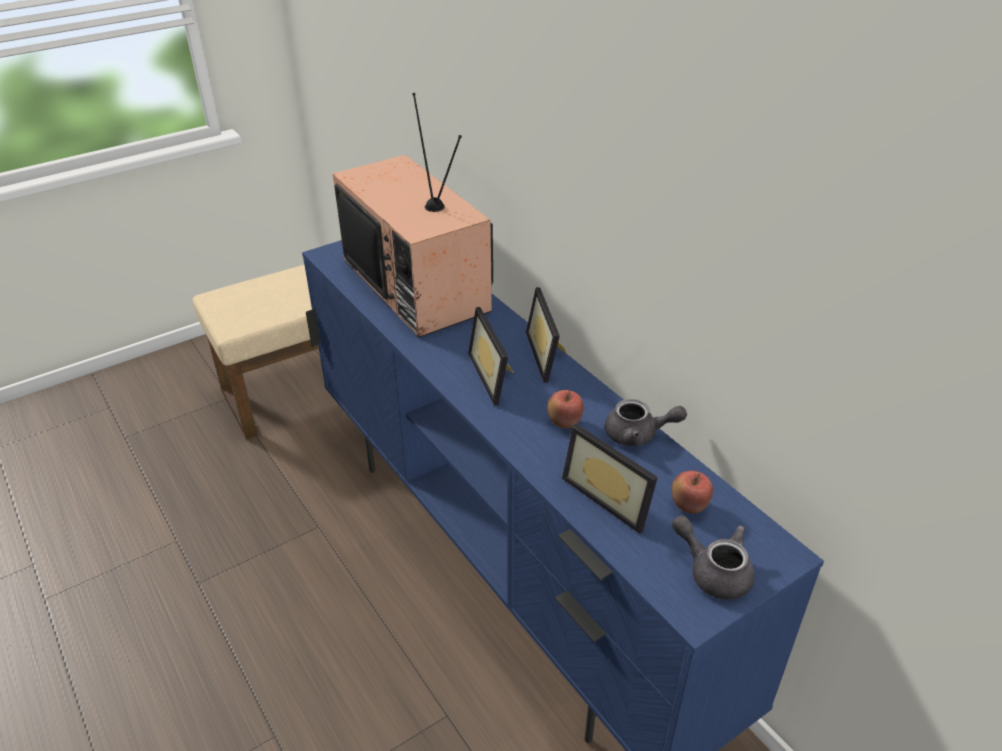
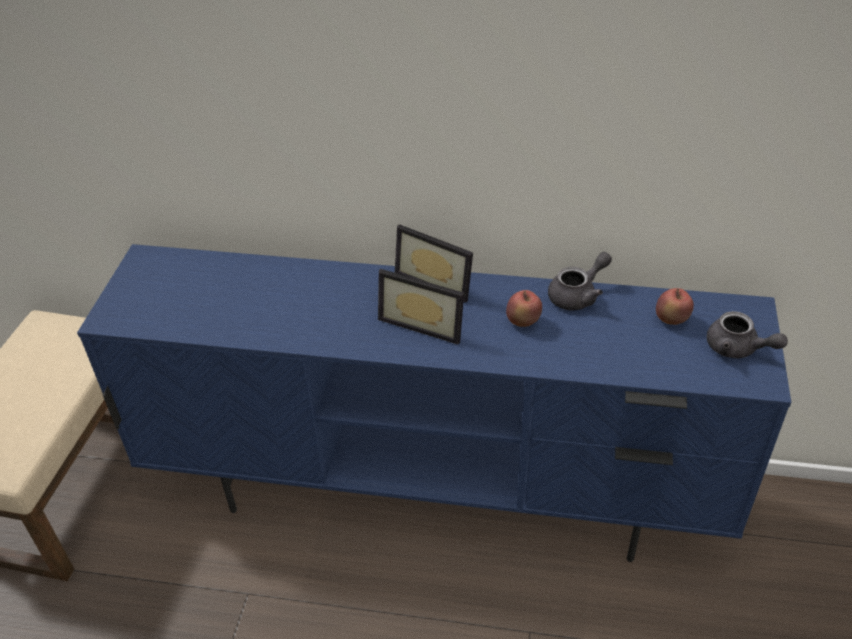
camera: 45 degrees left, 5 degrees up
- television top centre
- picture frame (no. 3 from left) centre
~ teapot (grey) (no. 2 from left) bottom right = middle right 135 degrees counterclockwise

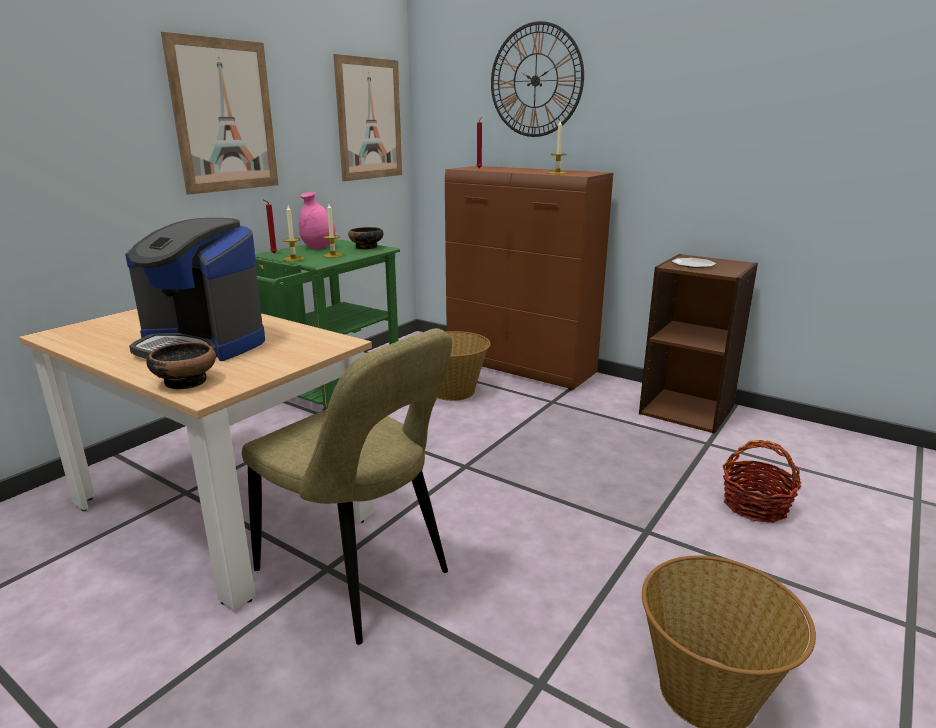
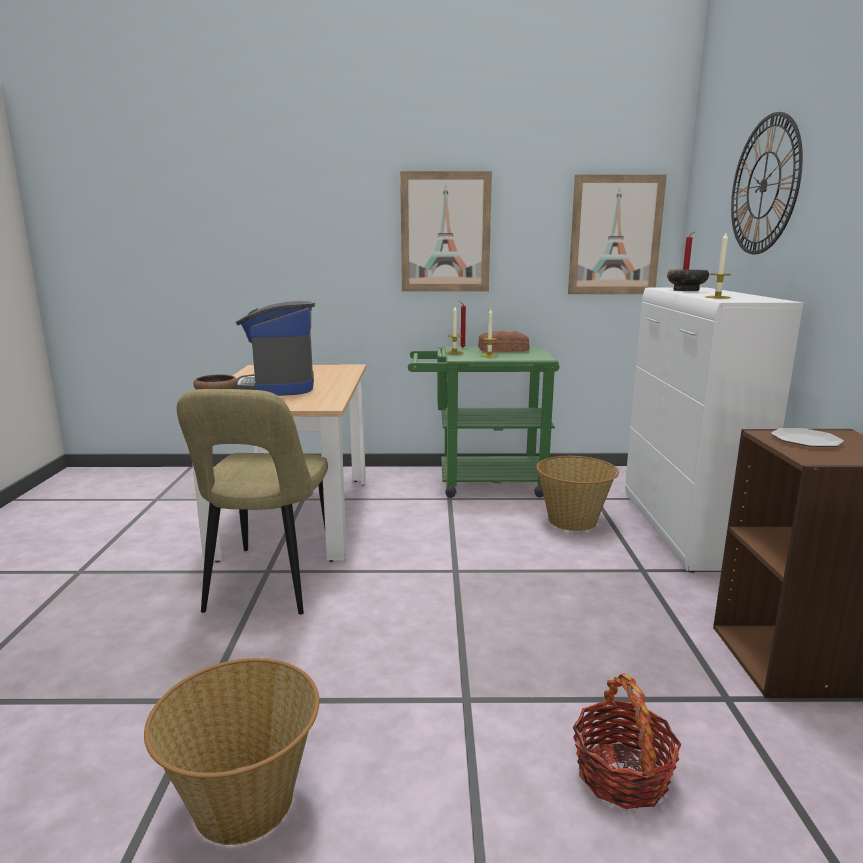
camera: 55 degrees right, 5 degrees down
~ bowl (no. 2 from left) top centre to top right
~ vase (pink) top centre to bread centre
~ cabinet (brown) centre to cabinet (white) middle right

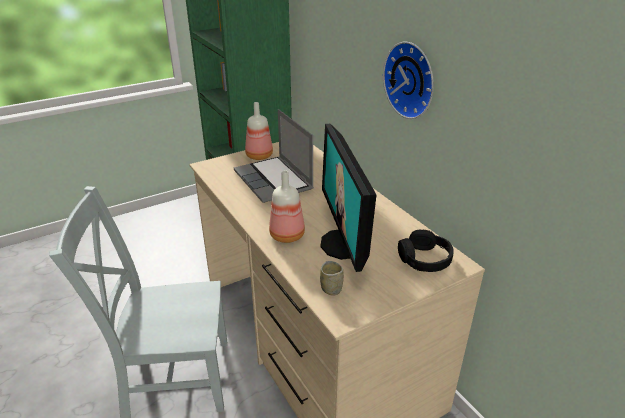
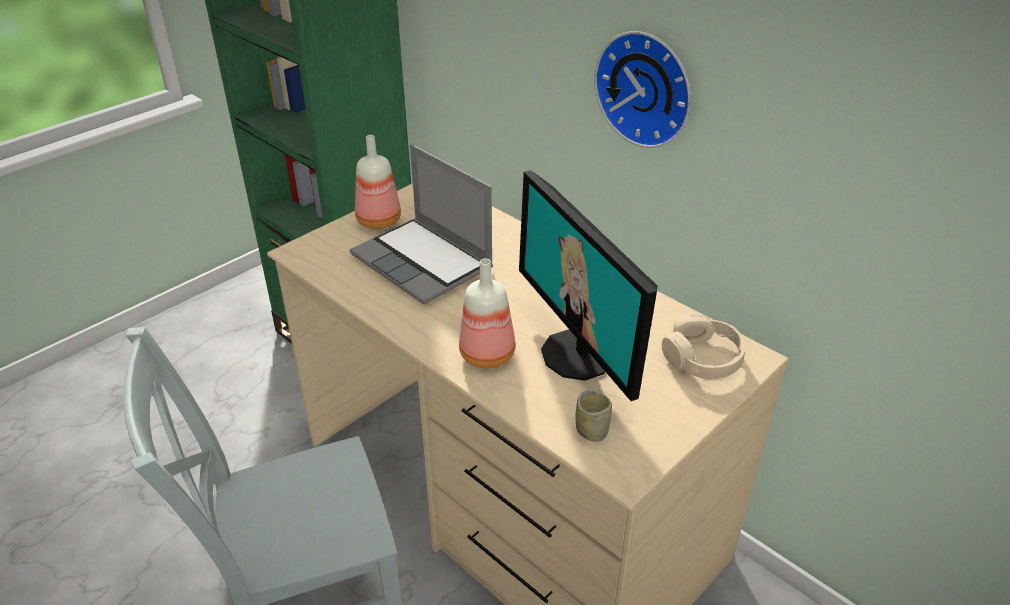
camera: 15 degrees left, 5 degrees up
~ headphones (black) middle right to headphones (beige) middle right

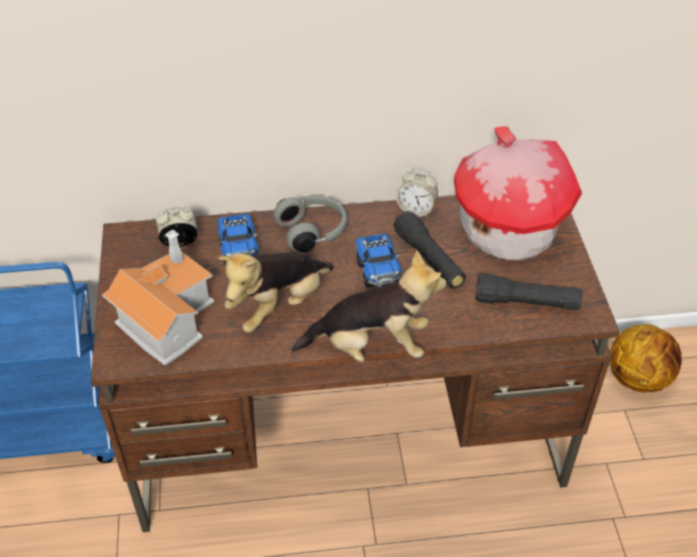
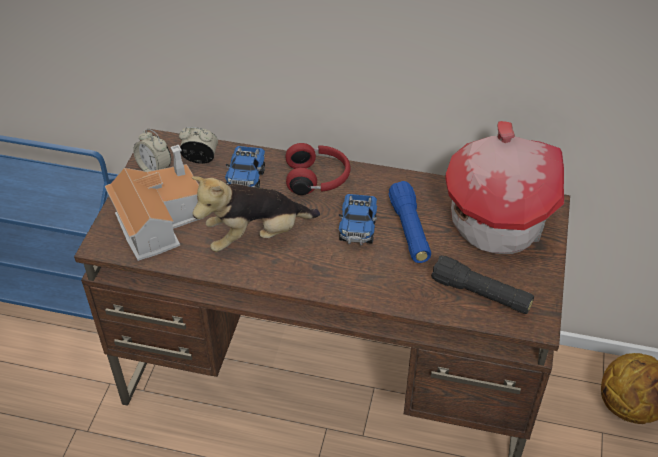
camera: 20 degrees right, 0 degrees up
- plush toy (no. 2 from left) centre
~ alarm clock (no. 2 from left in the first image) centre to alarm clock (no. 1 from left) top left
~ headphones (grey) centre to headphones (red) centre
~ flashlight (black) (no. 1 from left) centre to flashlight (blue) centre

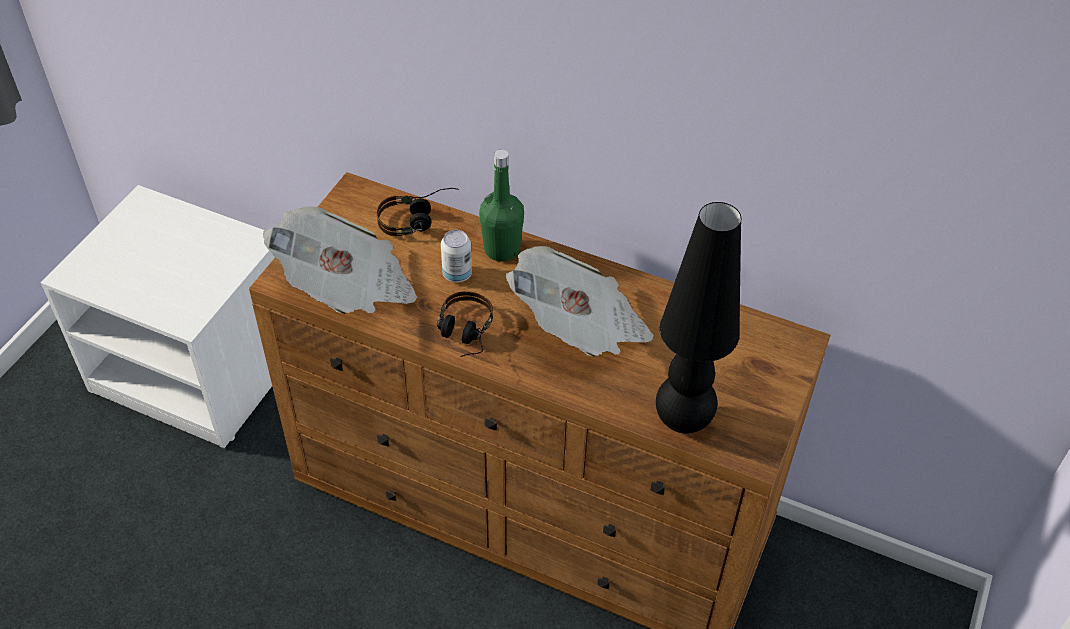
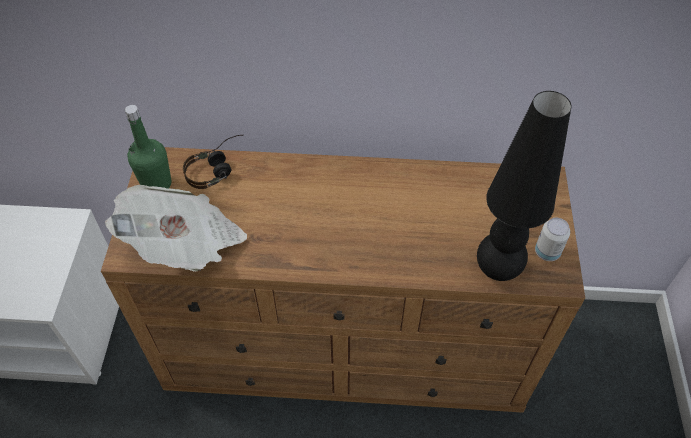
camera: 20 degrees left, 5 degrees up
- headphones (no. 2 from left) centre
- newspaper (no. 2 from left) centre
~ can centre to middle right
~ bottle (green) top centre to middle left

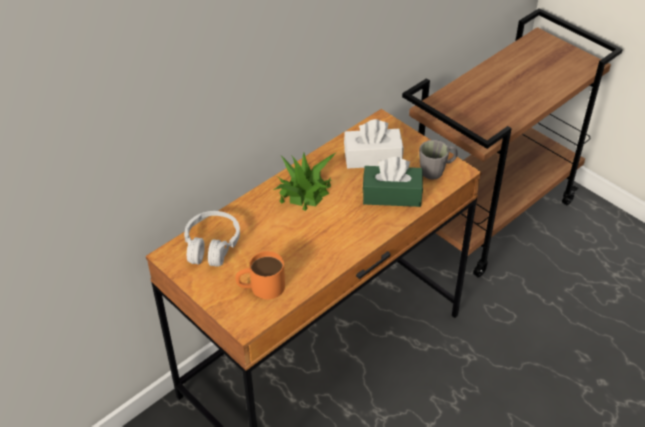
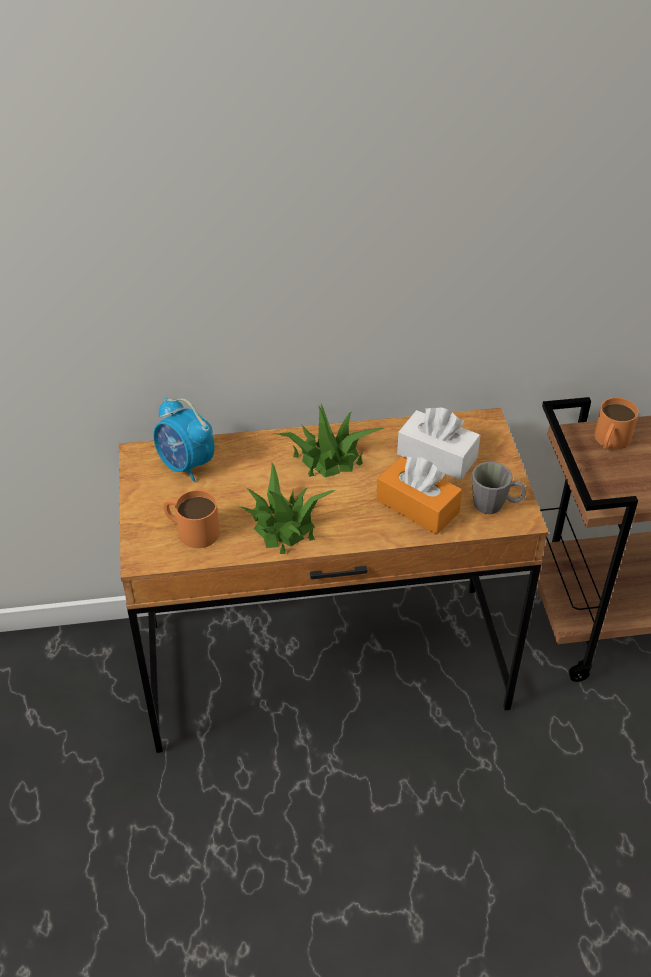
camera: 35 degrees right, 0 degrees up
+ potted plant (no. 1 from left) centre
+ mug (orange) (no. 2 from left) middle right
~ headphones (white) middle left to alarm clock middle left
~ tissue box (green) centre to tissue box (orange) centre

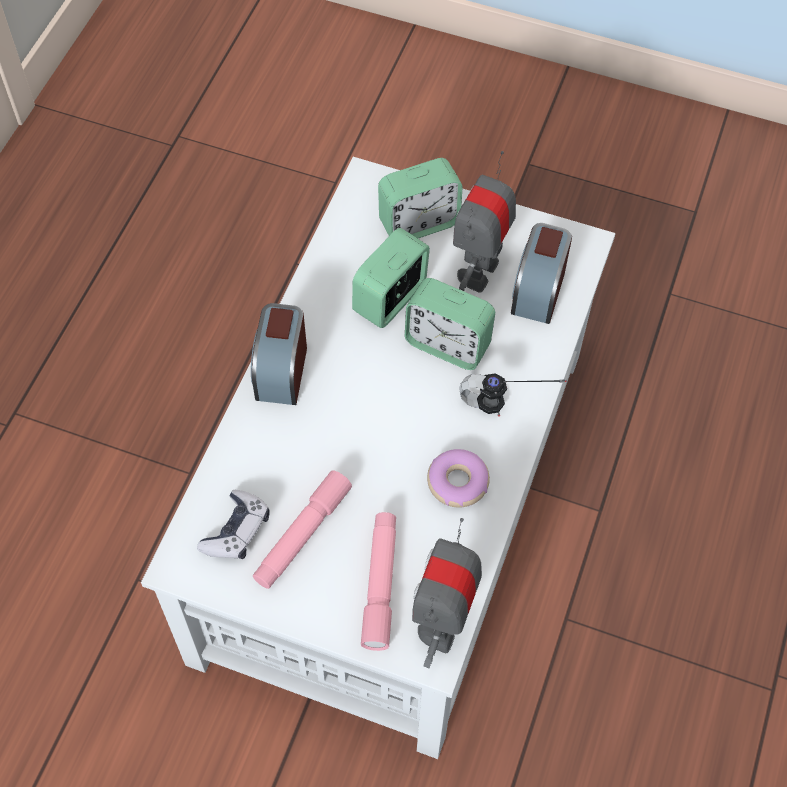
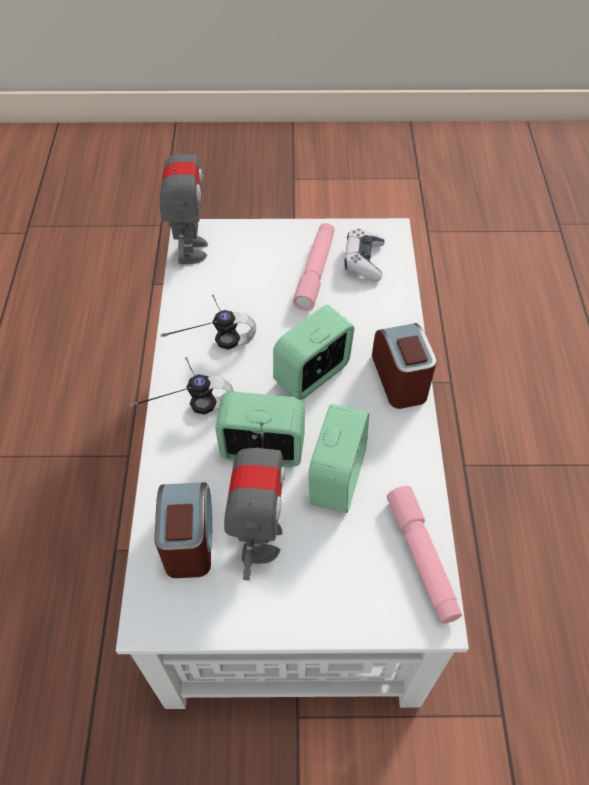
camera: 160 degrees right, 5 degrees down
~ flashlight (pink) (no. 2 from left) bottom centre to bottom right
~ alarm clock (no. 3 from left) top centre to centre
~ donut centre to headphones (no. 2 from left) centre

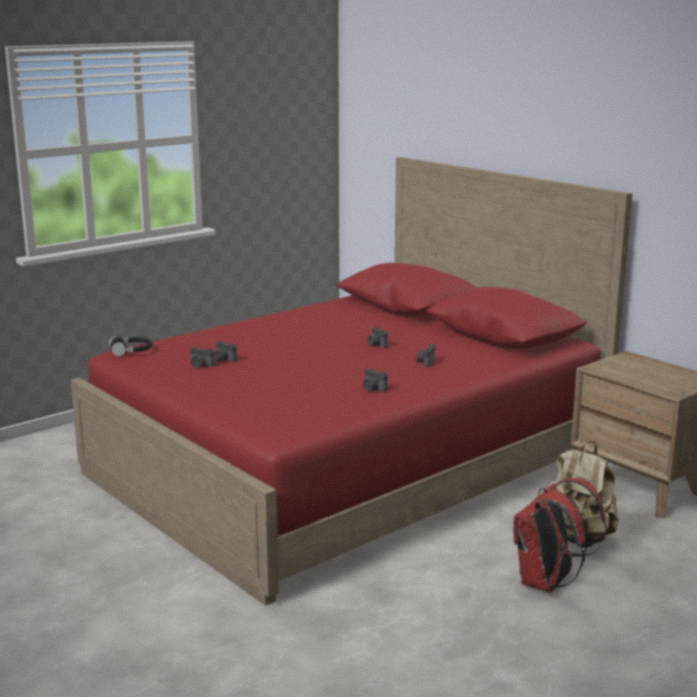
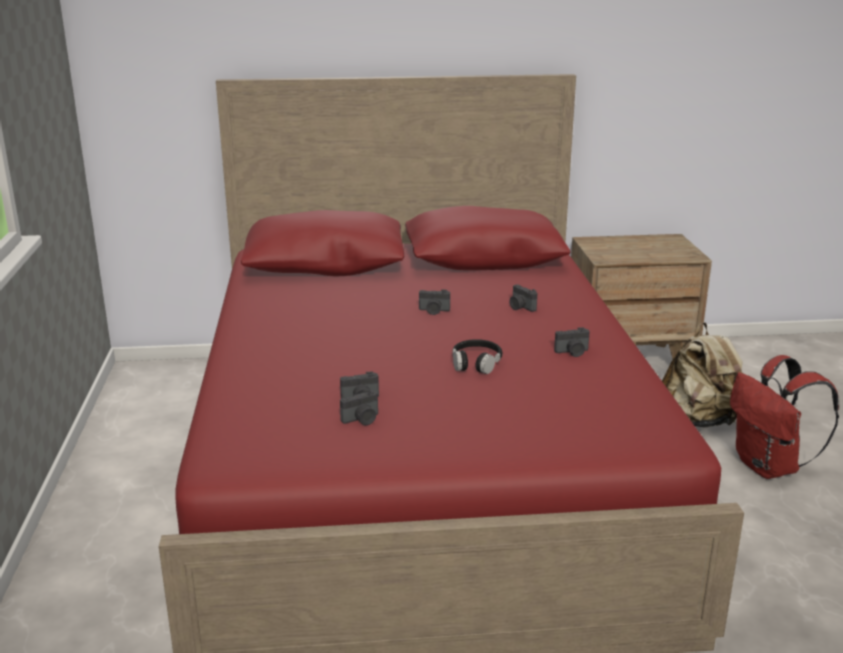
camera: 55 degrees left, 5 degrees up
~ headphones (black) middle left to centre

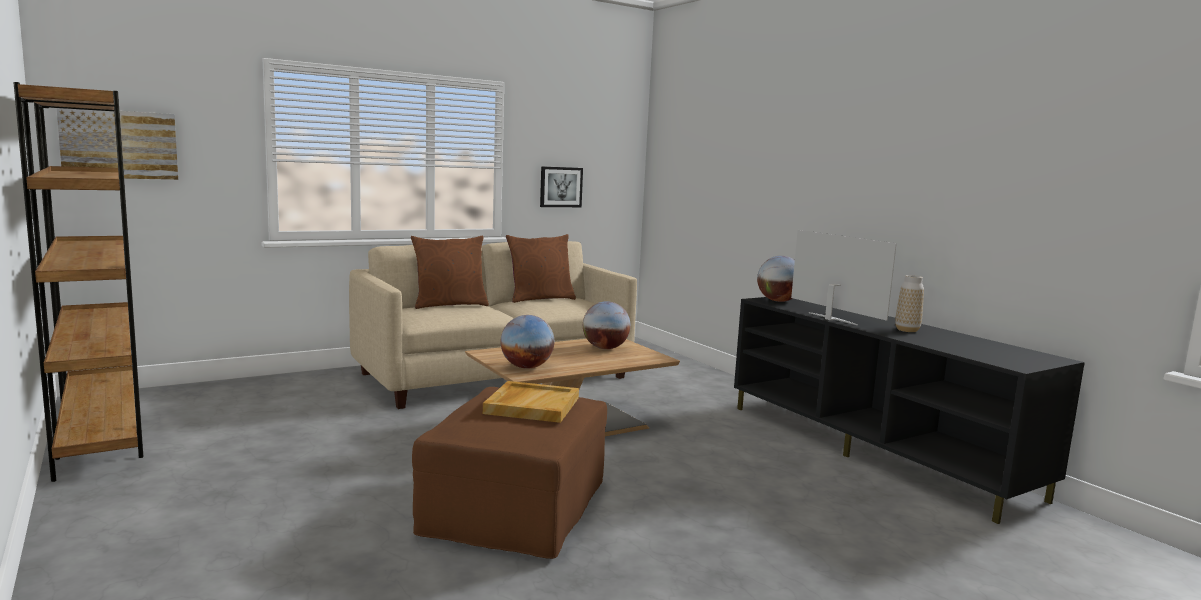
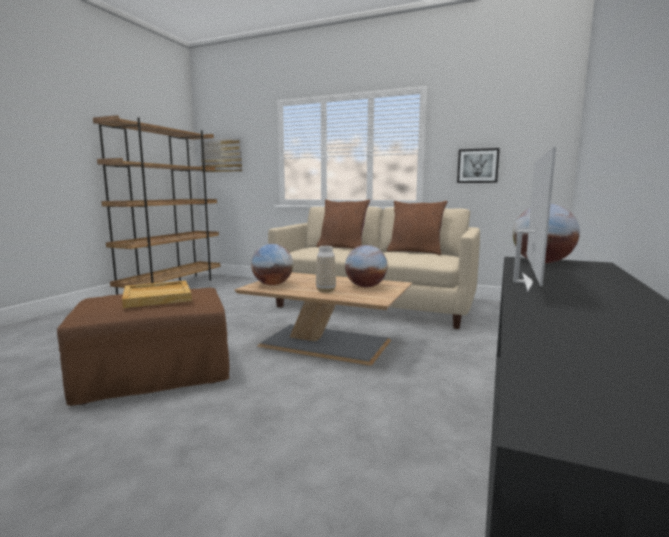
camera: 55 degrees right, 0 degrees up
~ vase middle right to centre

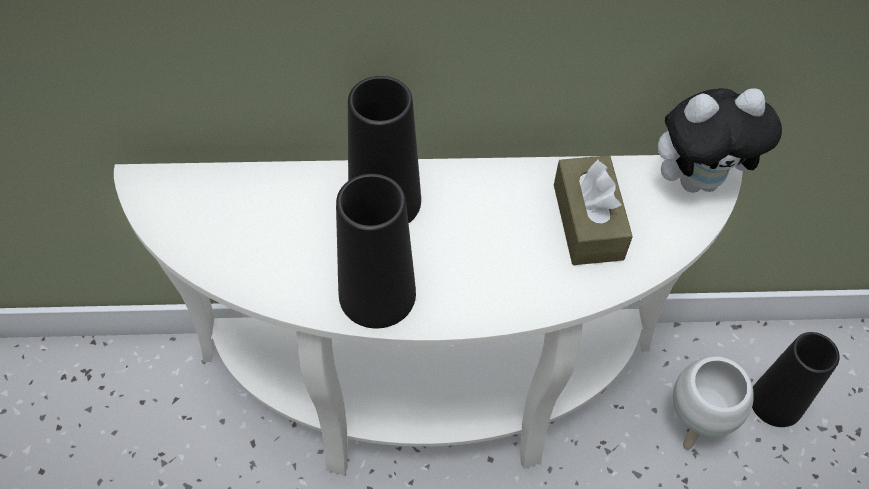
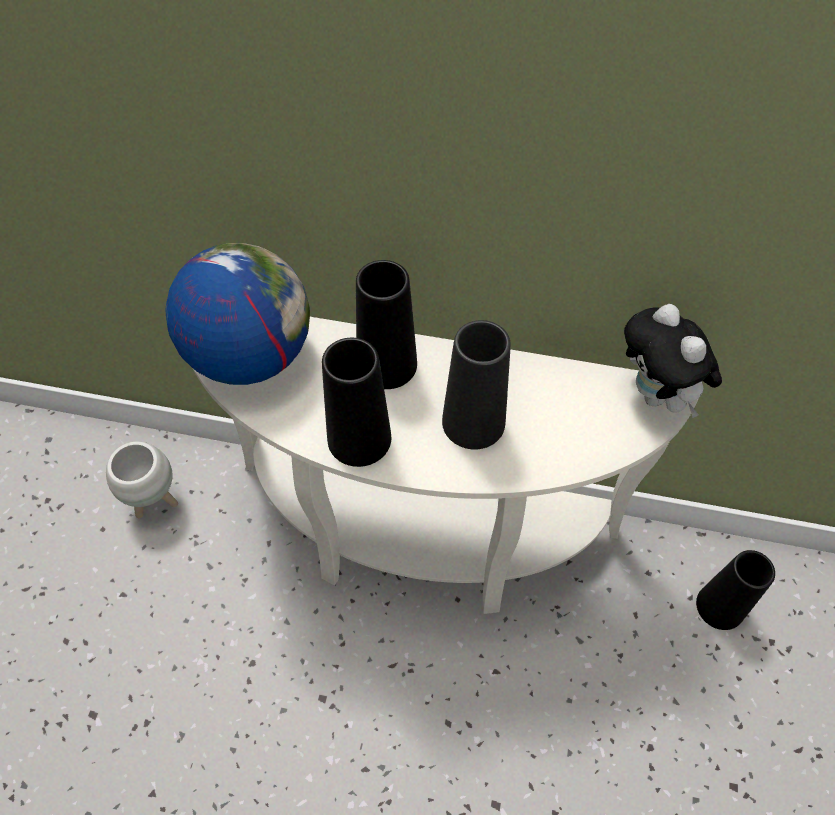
camera: 15 degrees right, 0 degrees up
- tissue box (brown) middle right
+ globe middle left
+ vase (black) (no. 3 from left) centre
~ planter (white) bottom right to middle left
~ plush toy top right = middle right 60 degrees clockwise

